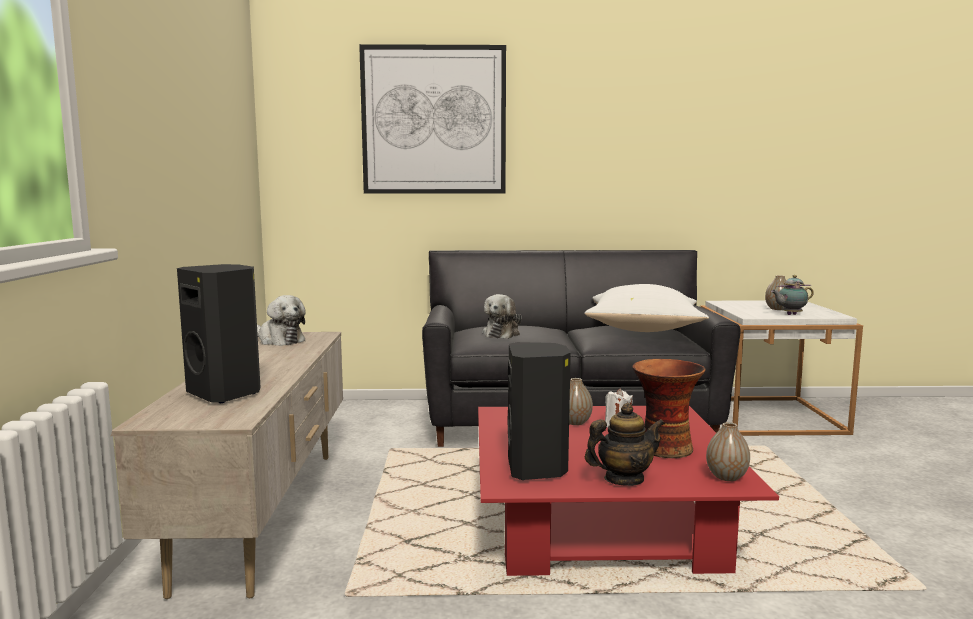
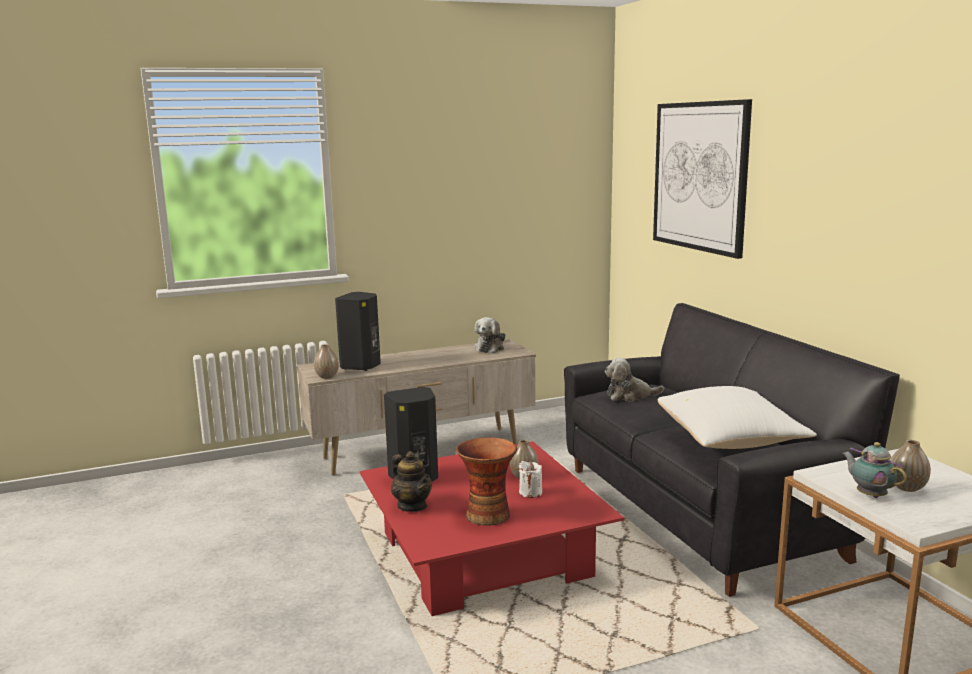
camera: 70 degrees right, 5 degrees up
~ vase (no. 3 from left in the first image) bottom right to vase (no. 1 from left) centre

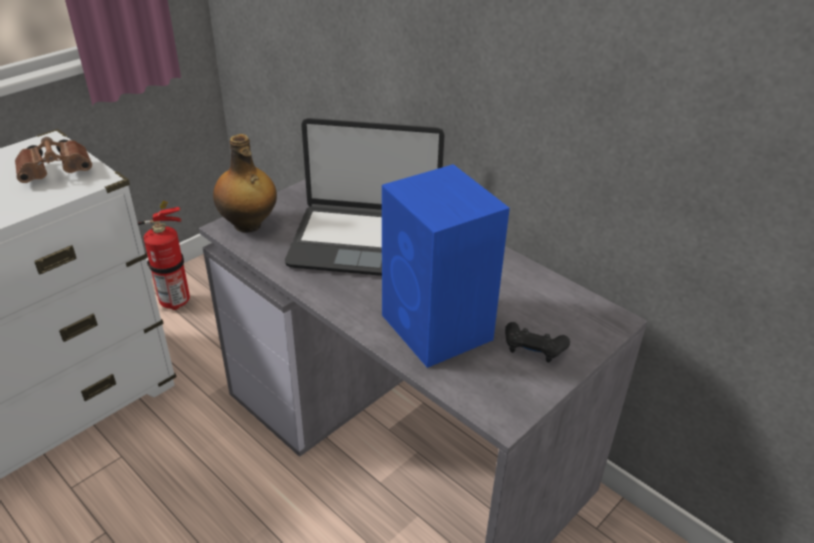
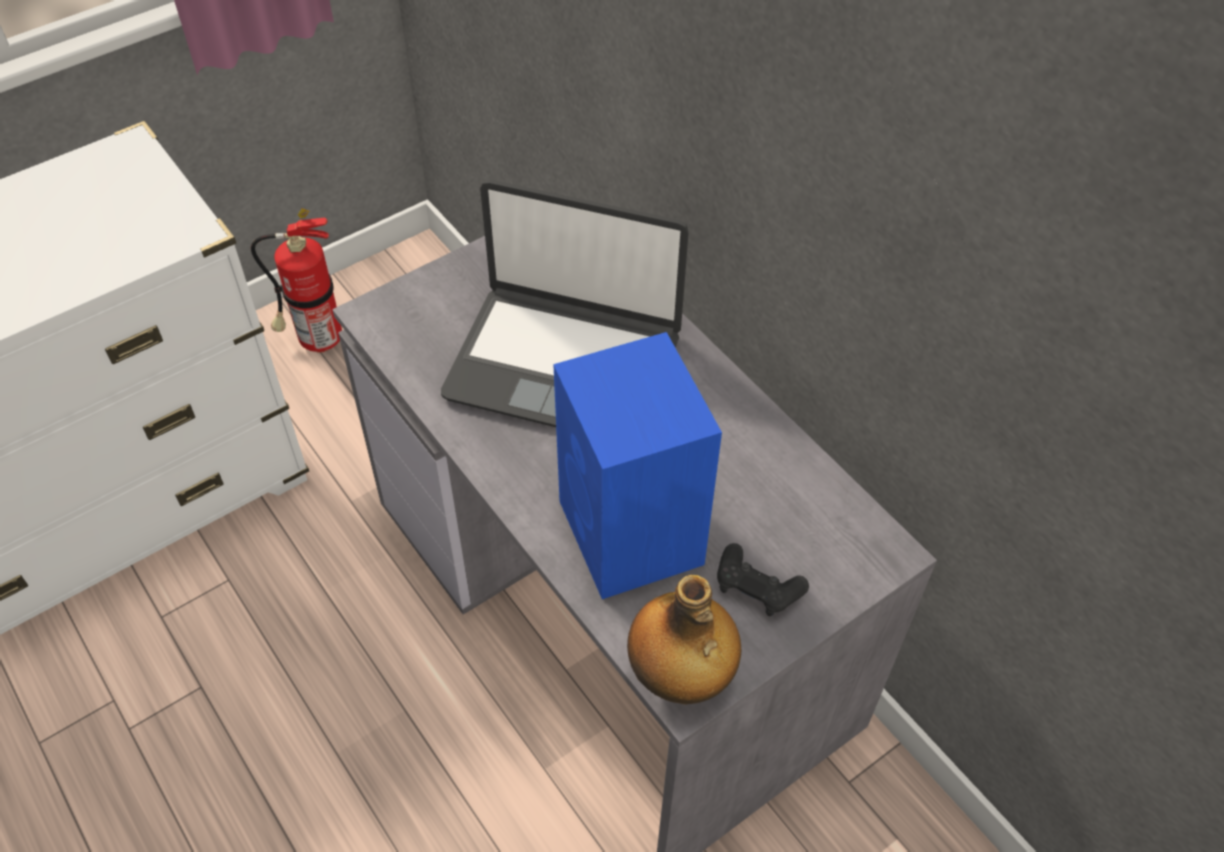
camera: 10 degrees right, 15 degrees up
- binoculars (brown) top left
~ bottle middle left to bottom centre

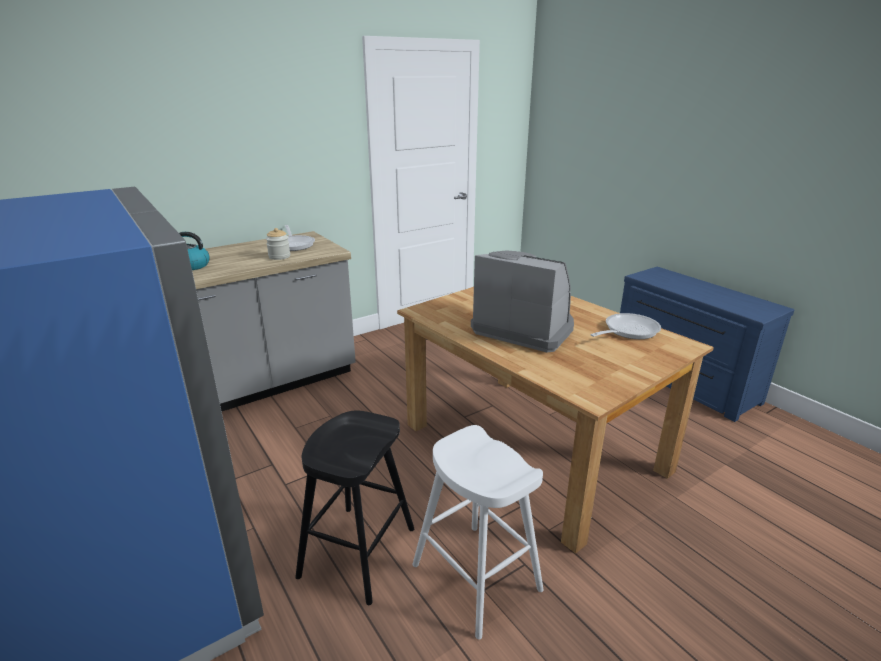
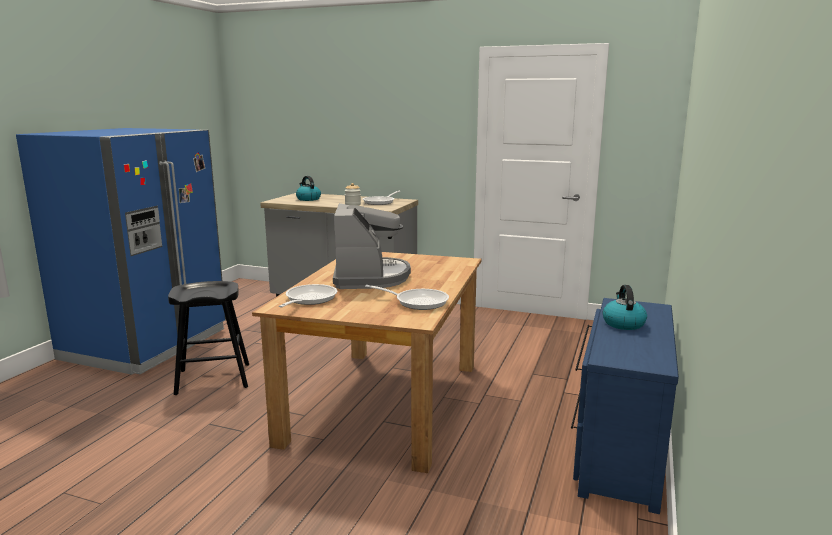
camera: 55 degrees right, 10 degrees down
- stool (white) bottom centre
+ frying pan (no. 1 from left) centre
+ kettle (no. 2 from left) middle right

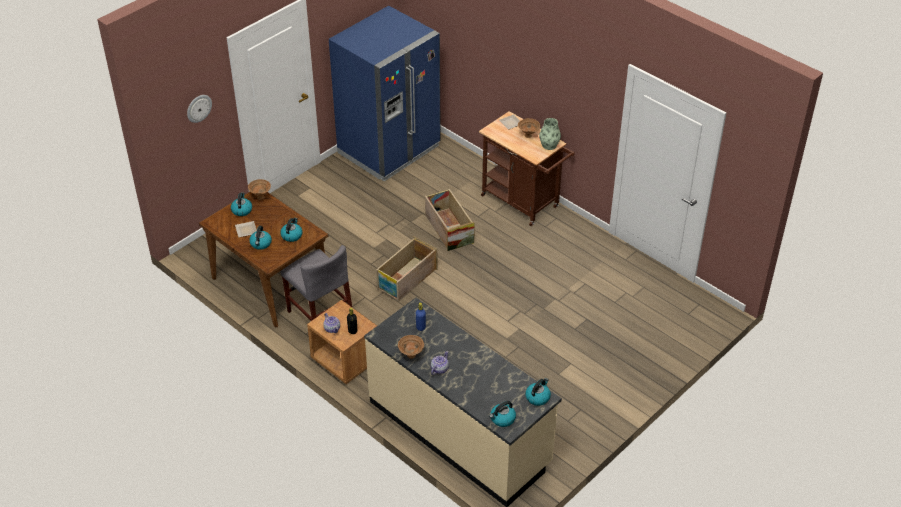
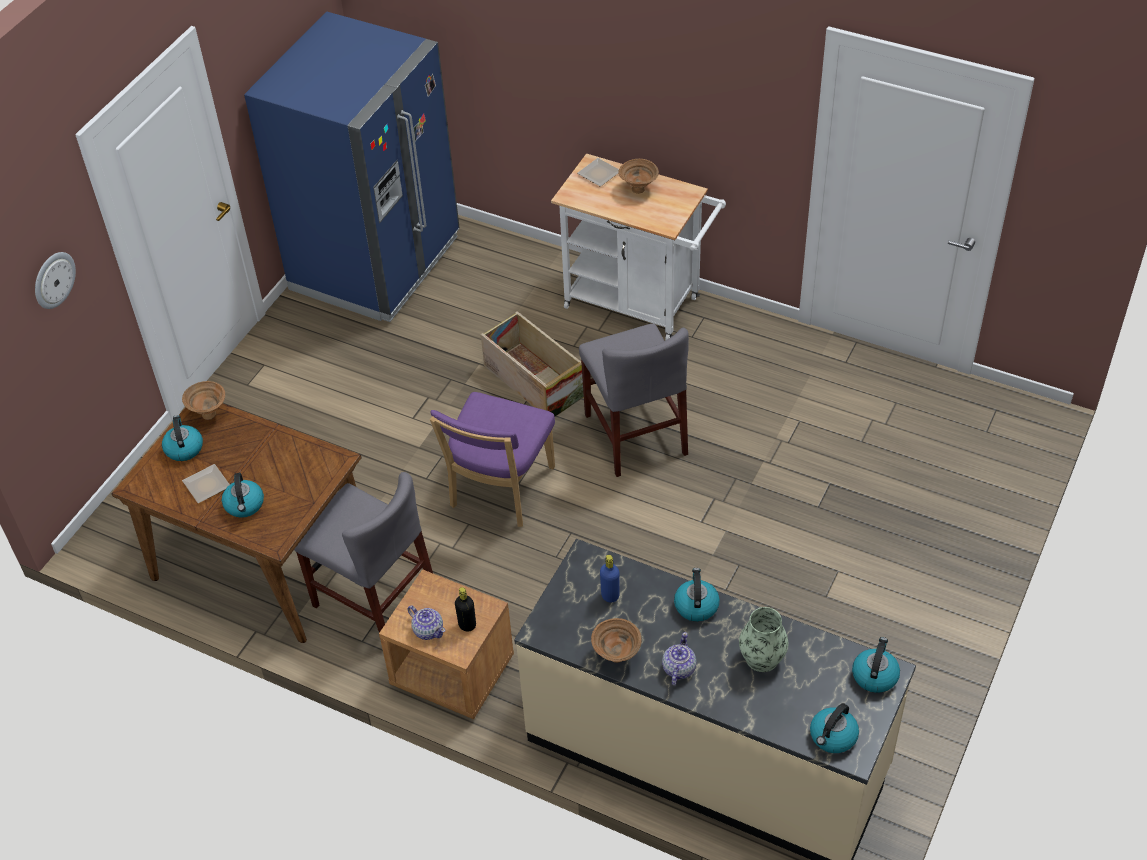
camera: 15 degrees left, 5 degrees up
+ chair (grey) (no. 2 from left) centre
~ kettle (no. 3 from left) middle left to bottom centre
~ vase top centre to bottom centre
~ crate (no. 1 from left) centre to chair (purple) centre
~ cart (brown) top centre to cart (white) top centre

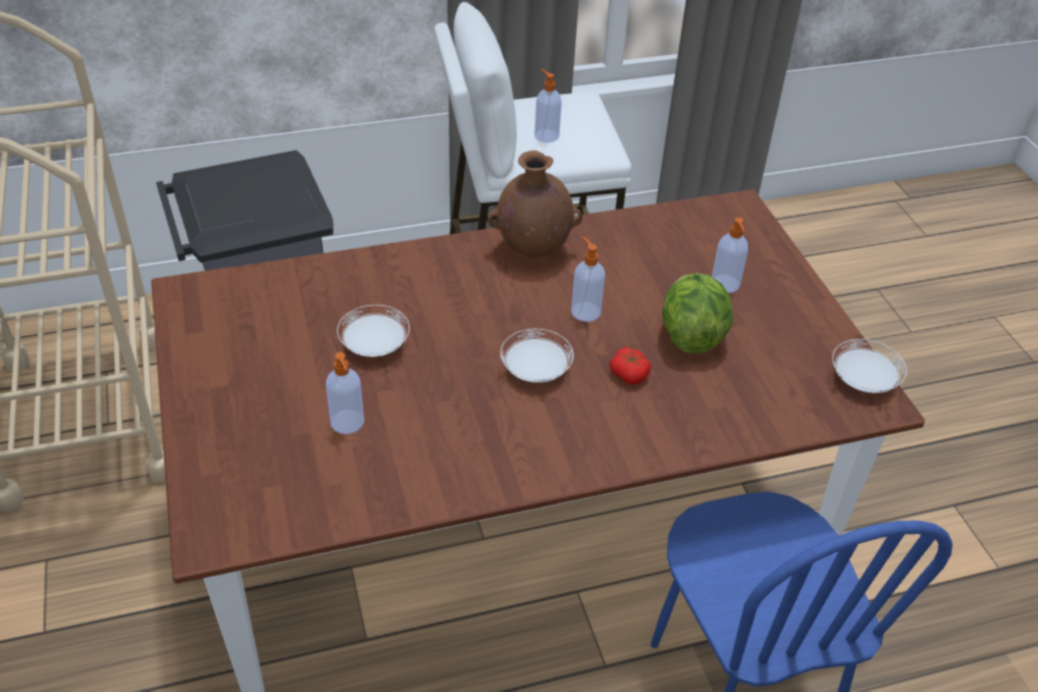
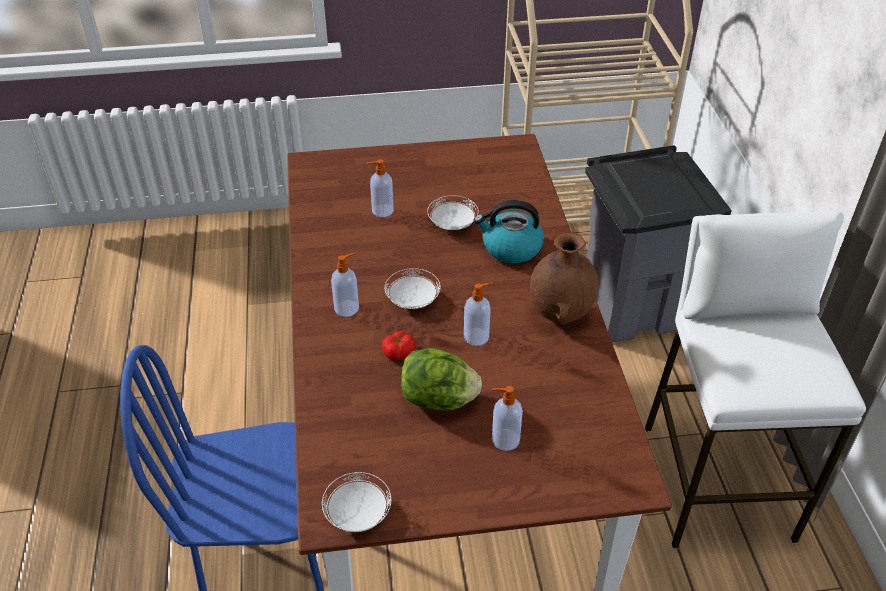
camera: 100 degrees right, 0 degrees up
+ kettle centre
~ soap dispenser (no. 2 from left in the first image) top centre to soap dispenser (no. 1 from left) centre

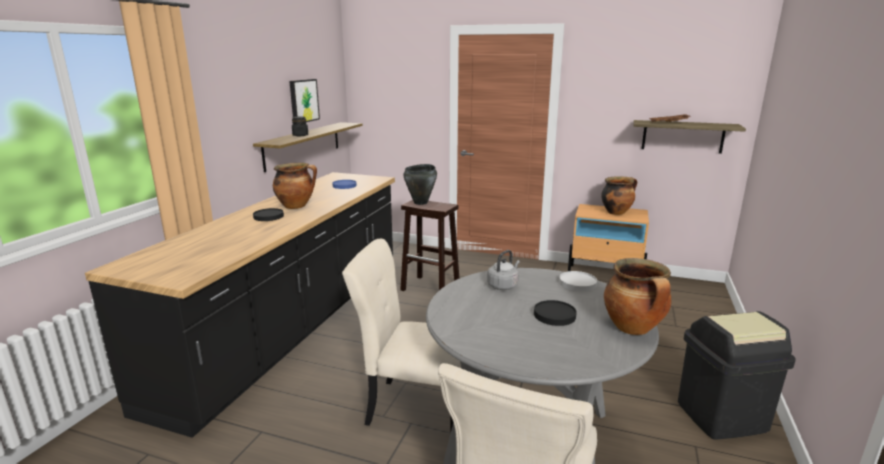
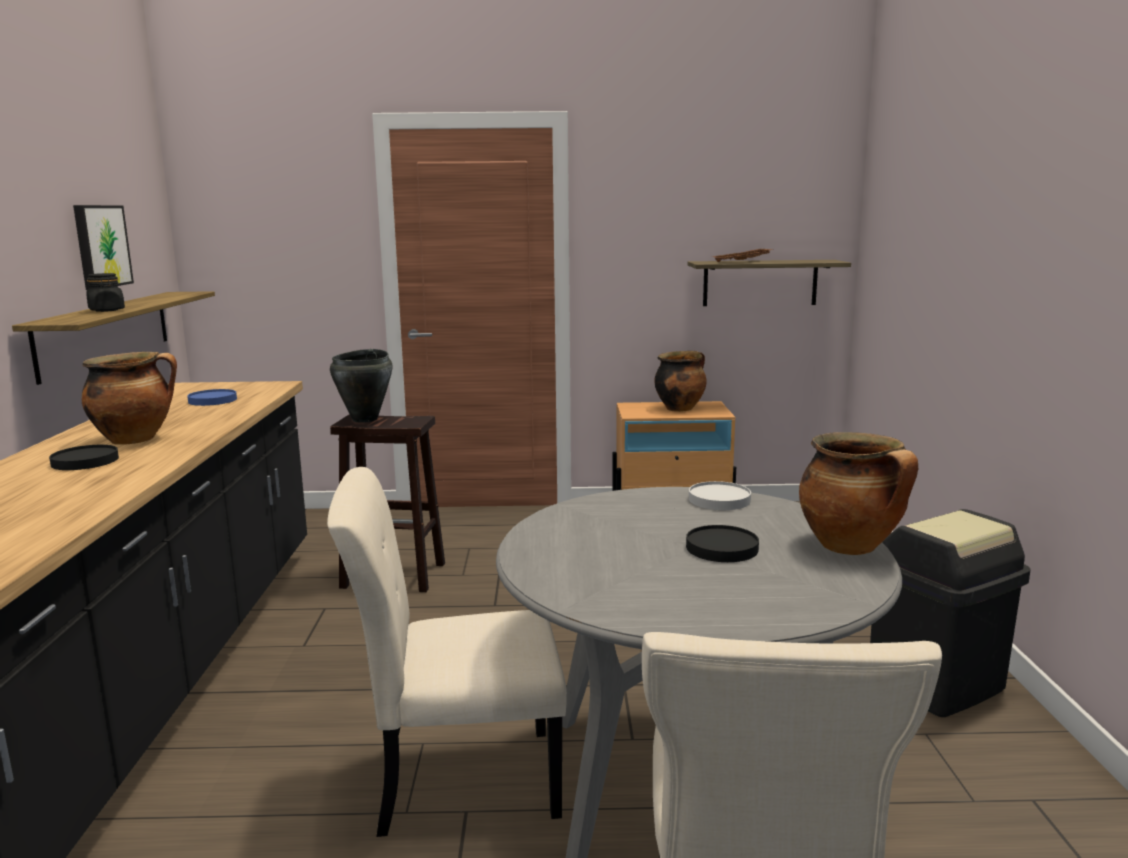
camera: 20 degrees left, 5 degrees down
- kettle (grey) centre

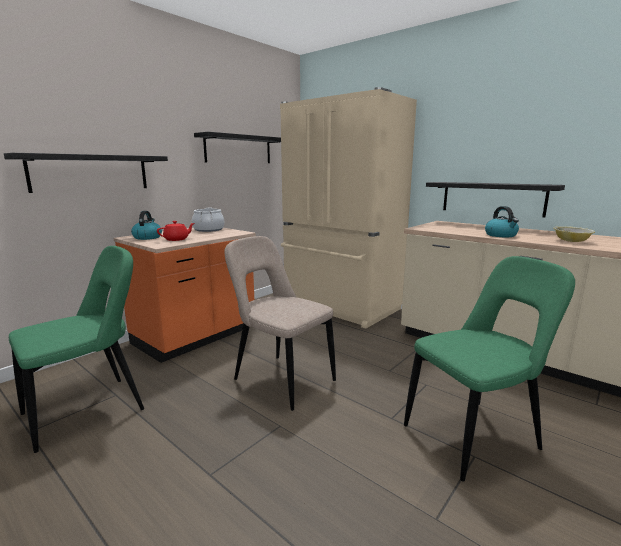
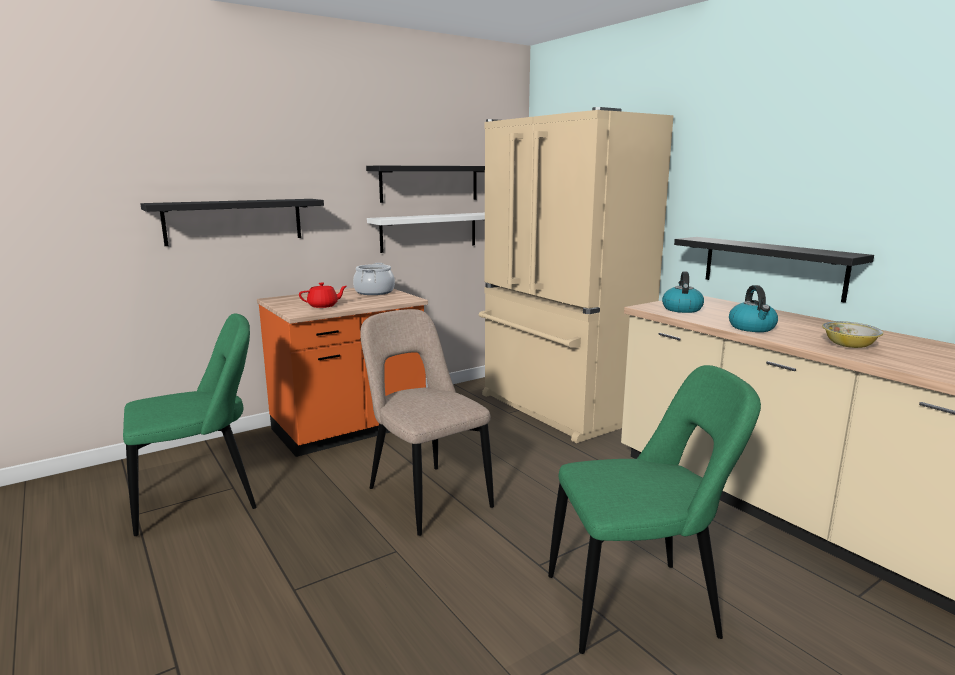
camera: 15 degrees right, 0 degrees up
+ shelf (white) centre
~ kettle (no. 1 from left) middle left to middle right

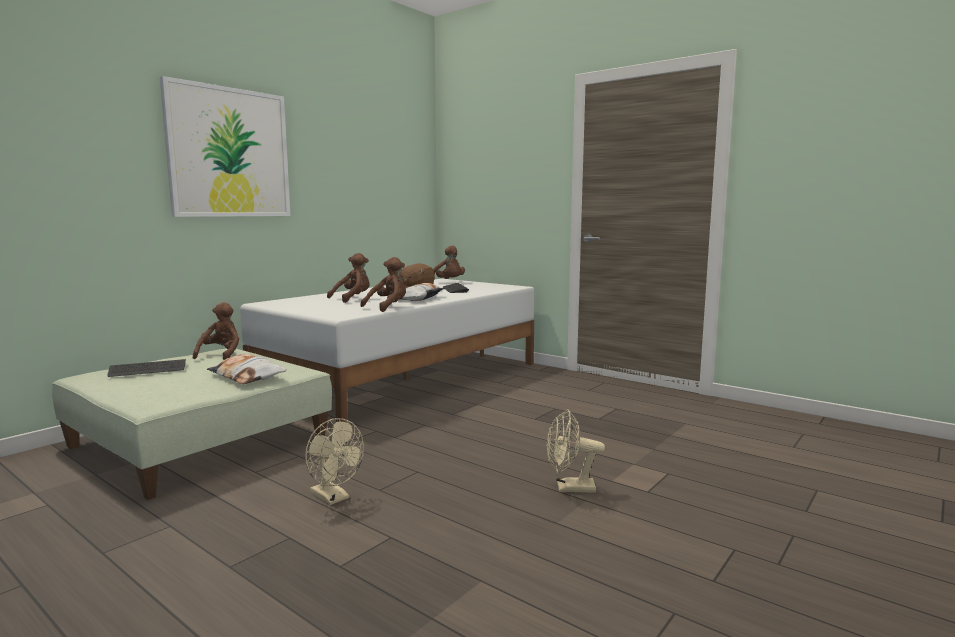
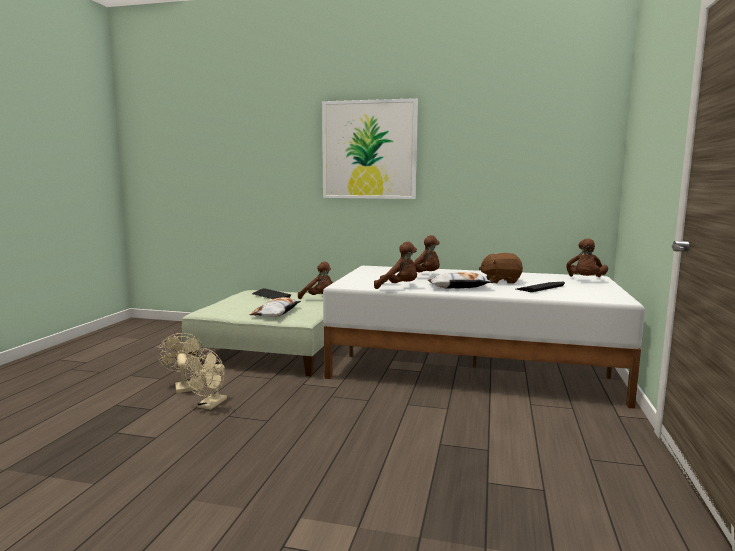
camera: 65 degrees right, 0 degrees up
~ fan (beige) (no. 2 from left in the first image) bottom centre to fan (beige) (no. 1 from left) middle left
~ plush toy (brown) (no. 1 from left) middle left = centre 45 degrees clockwise

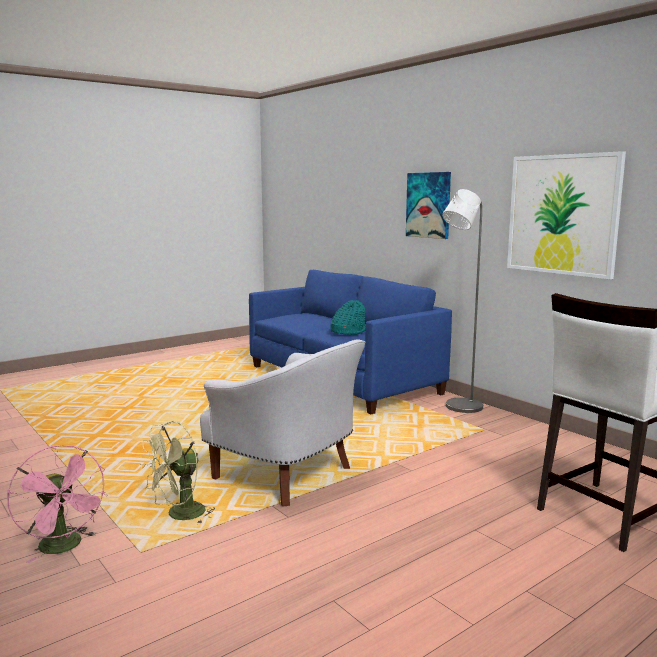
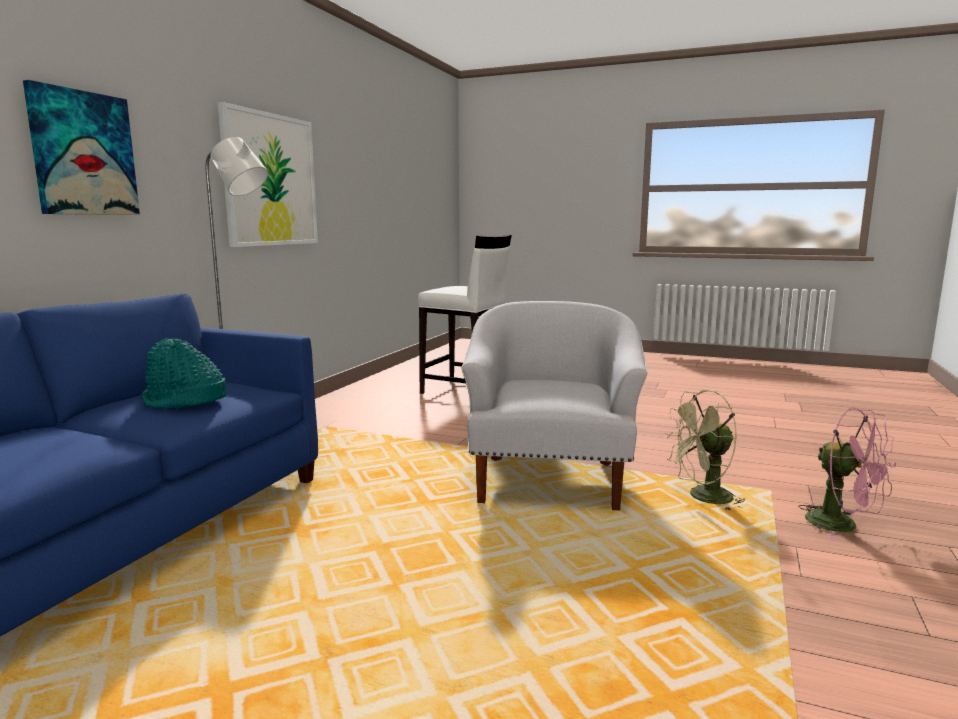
camera: 120 degrees left, 0 degrees up
~ fan (pink) bottom left = middle right 120 degrees clockwise
~ fan (green) bottom left = middle right 150 degrees clockwise

